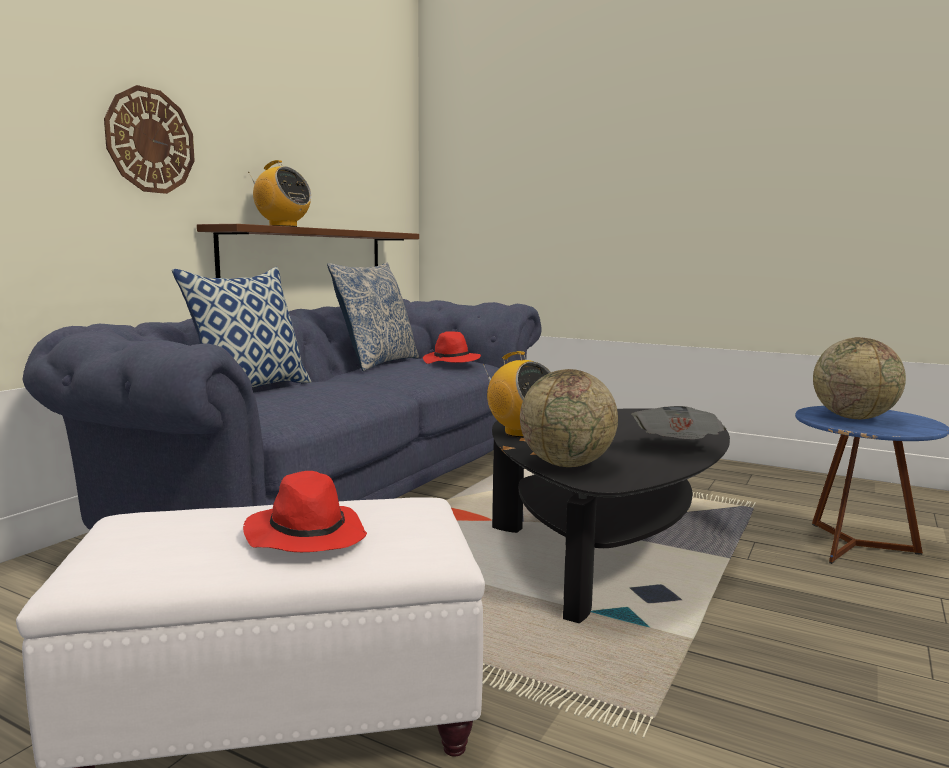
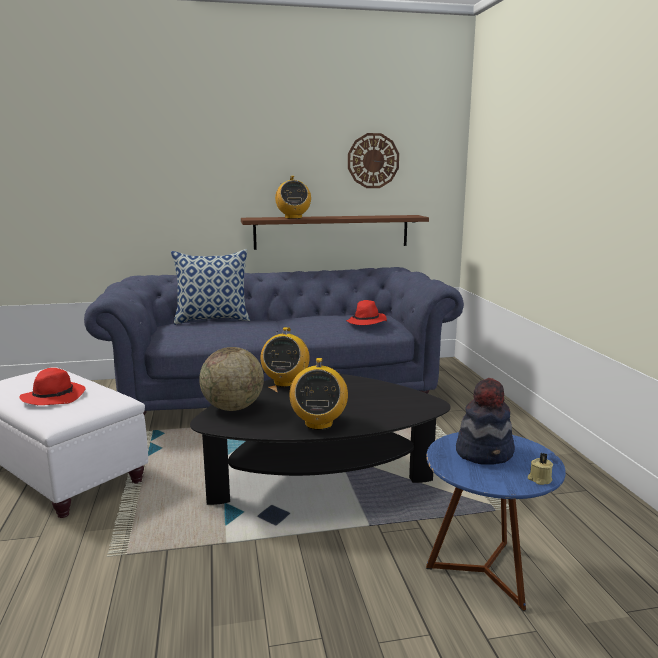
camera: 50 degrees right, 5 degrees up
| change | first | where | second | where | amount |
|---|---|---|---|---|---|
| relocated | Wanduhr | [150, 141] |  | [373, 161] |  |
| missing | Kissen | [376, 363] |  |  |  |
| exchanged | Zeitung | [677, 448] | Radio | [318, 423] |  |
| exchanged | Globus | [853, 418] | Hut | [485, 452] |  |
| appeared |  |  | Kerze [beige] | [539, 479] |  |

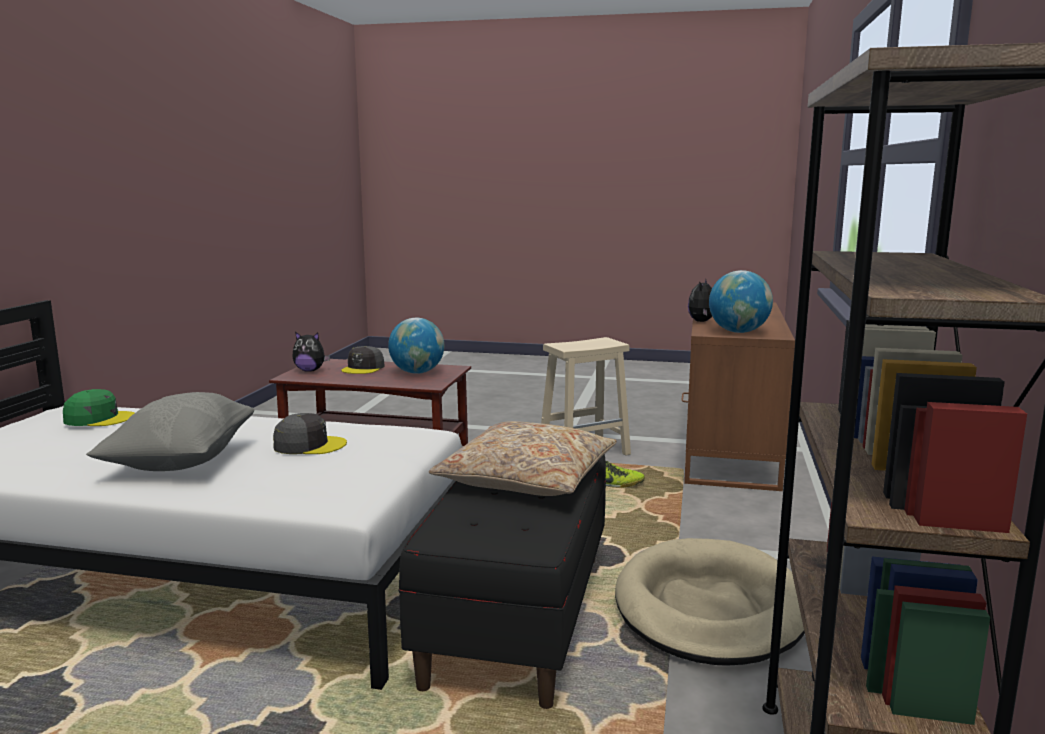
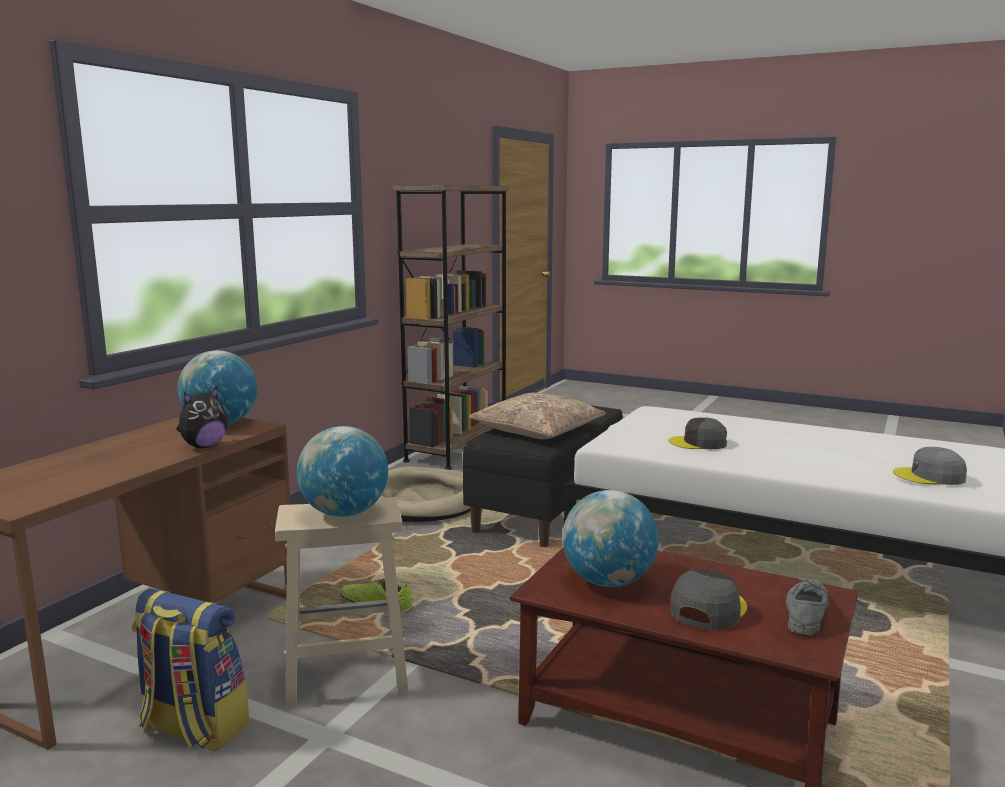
camera: 165 degrees left, 0 degrees up
| change | first | where | second | where | amount |
|---|---|---|---|---|---|
| colour | Kappe [grün] | [99, 418] | Kappe [grau] | [930, 476] |  |
| missing | Kissen [grau] | [181, 462] |  |  |  |
| exchanged | Plüschtier | [310, 370] | Schuh [grau] | [806, 612] |  |
| appeared |  |  | Rucksack | [193, 728] |  |
| appeared |  |  | Globus | [344, 513] |  |

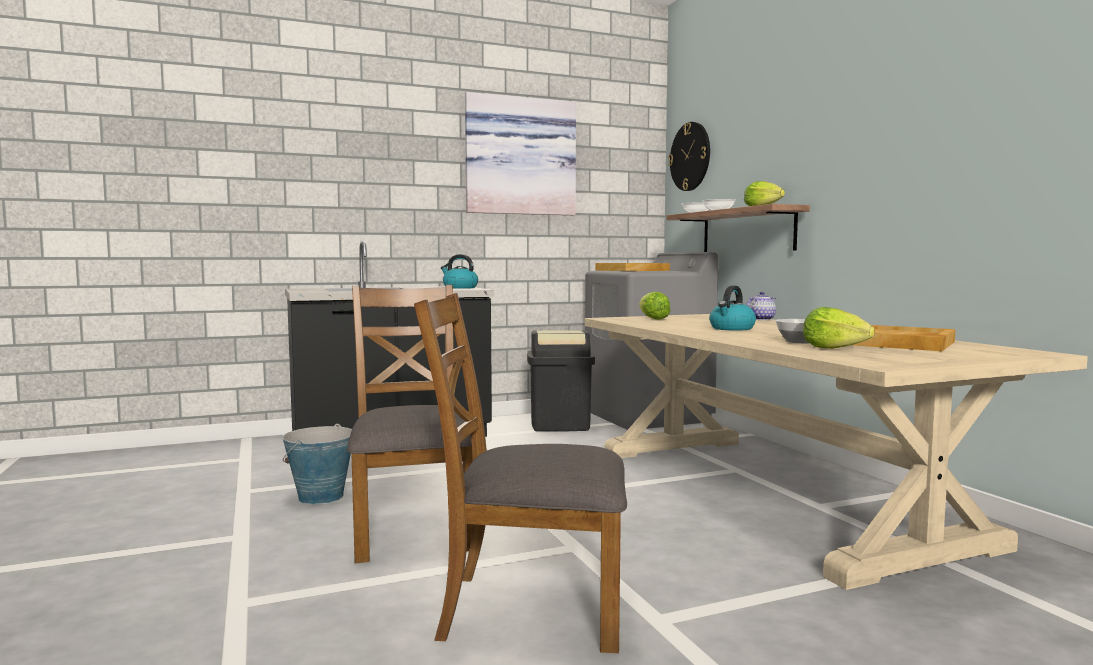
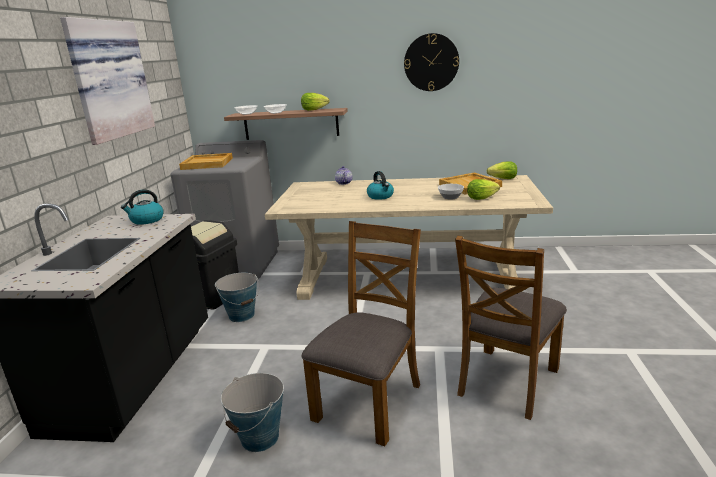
camera: 60 degrees left, 15 degrees up
| change | first | where | second | where | amount |
|---|---|---|---|---|---|
| spun | Stuhl [braun] | [412, 529] |  | [369, 401] | 105 degrees clockwise |
| relocated | Salatkopf | [653, 319] |  | [503, 179] |  |
| relocated | Wanduhr | [690, 156] |  | [431, 62] |  |
| appeared |  |  | Eimer | [242, 315] |  |

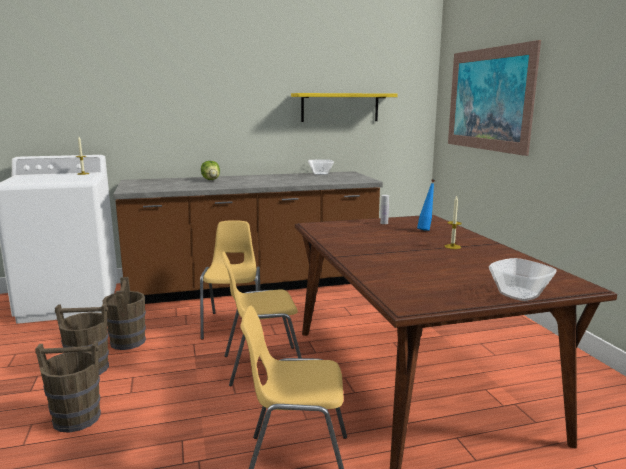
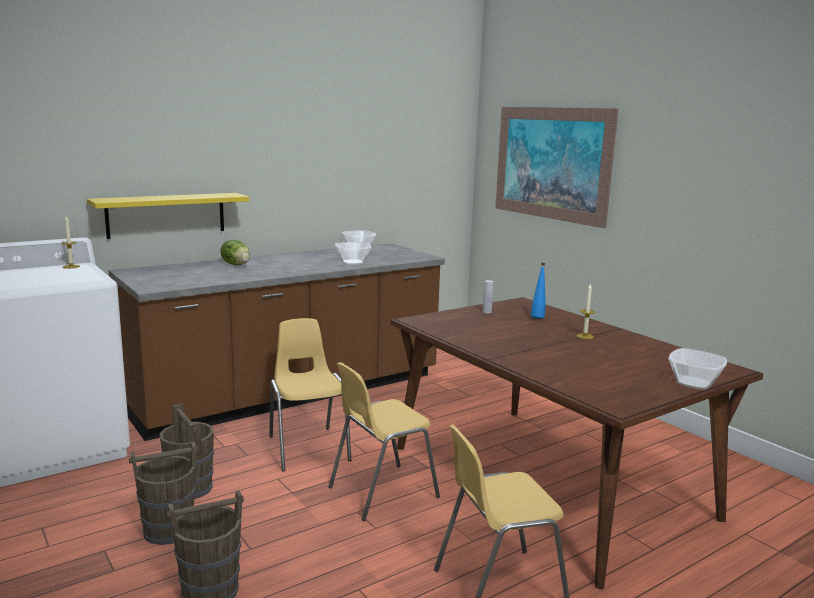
camera: 20 degrees left, 0 degrees up
| change | first | where | second | where | amount |
|---|---|---|---|---|---|
| relocated | Wandregal [gelb] | [340, 107] |  | [166, 215] |  |
| appeared |  |  | Schüssel | [352, 262] |  |

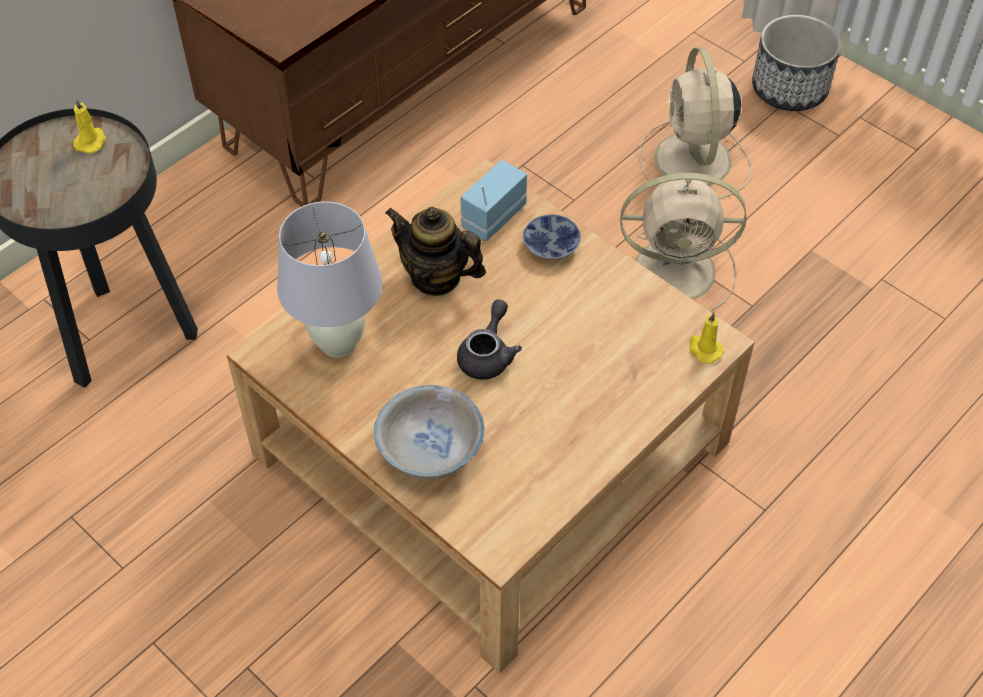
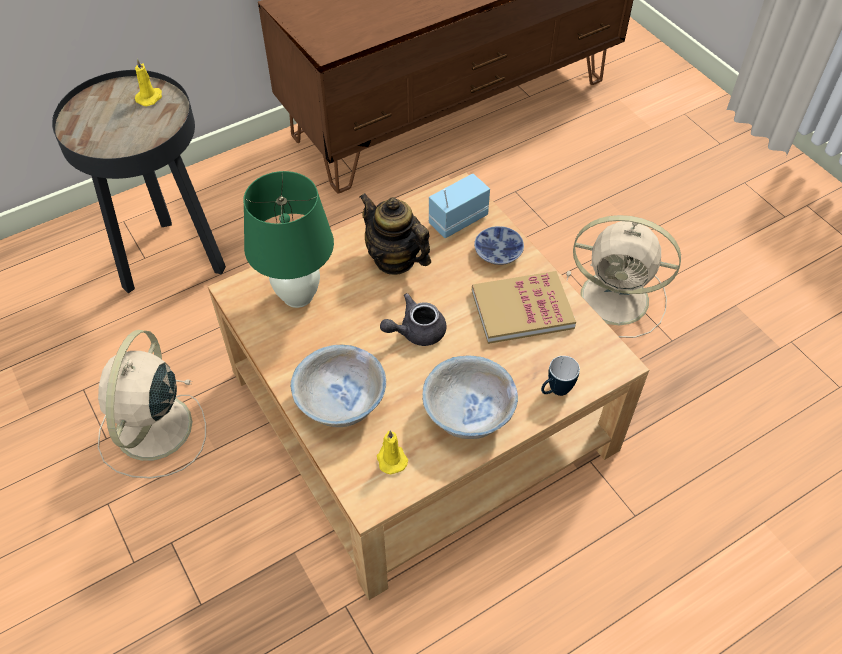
camera: 15 degrees right, 0 degrees up
| change | first | where | second | where | amount |
|---|---|---|---|---|---|
| colour | Tischlampe [weiß] | [338, 343] | Tischlampe [grün] | [297, 296] |  |
| spun | Teekanne [grau] | [488, 355] |  | [416, 331] | 150 degrees counterclockwise |
| relocated | Ventilator [beige] | [693, 162] |  | [153, 430] |  |
| relocated | Kerze [gelb] | [704, 349] |  | [391, 458] |  |
| missing | Pflanzkübel | [790, 89] |  |  |  |
| appeared |  |  | Schüssel [weiß] | [468, 414] |  |
| appeared |  |  | Buch | [522, 309] |  |
| appeared |  |  | Henkelbecher | [555, 391] |  |

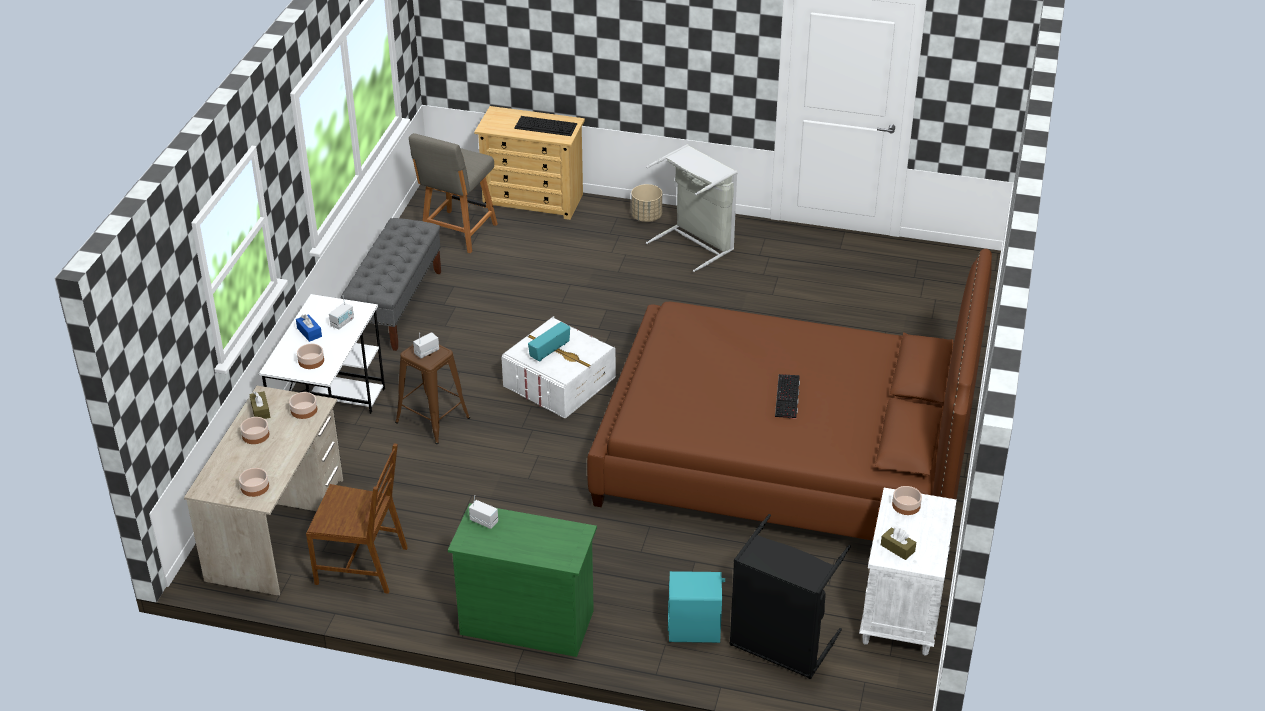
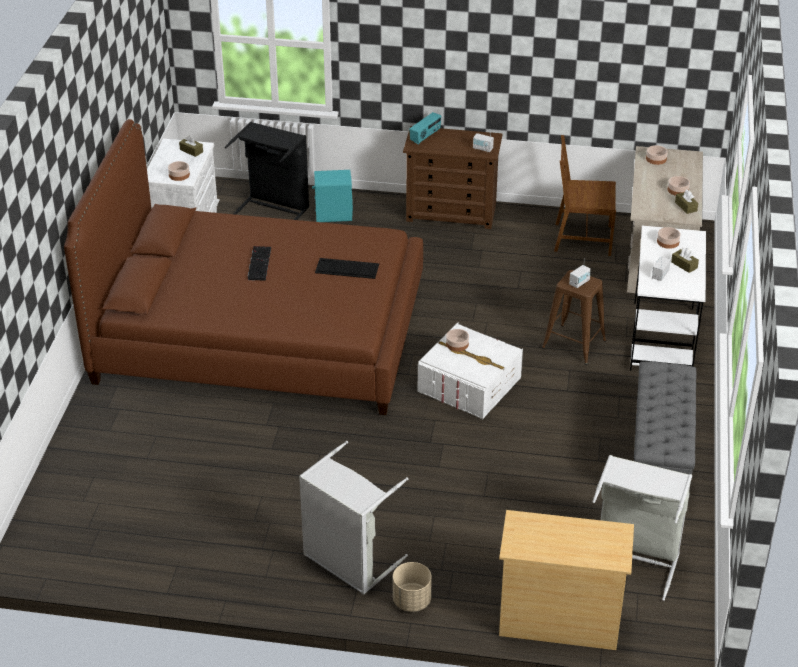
camera: 175 degrees right, 0 degrees up
| change | first | where | second | where | amount |
|---|---|---|---|---|---|
| relocated | Schüssel | [303, 410] |  | [457, 344] |  |
| colour | Taschentuchbox [blau] | [309, 332] | Taschentuchbox [braun] | [684, 265] |  |
| exchanged | Stuhl [grau] | [457, 233] | Wäschekorb [grau] | [634, 559] |  |
| colour | Kommode [grün] | [526, 622] | Kommode [braun] | [452, 212] |  |
| relocated | Tastatur | [546, 126] |  | [346, 268] |  |
| relocated | Radio | [549, 351] |  | [425, 136] |  |

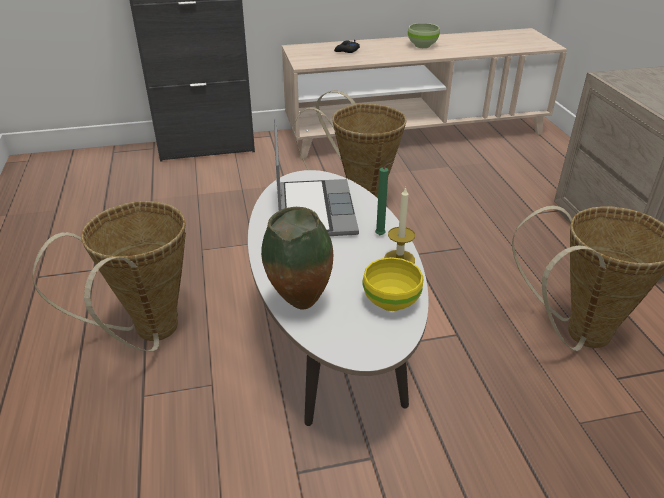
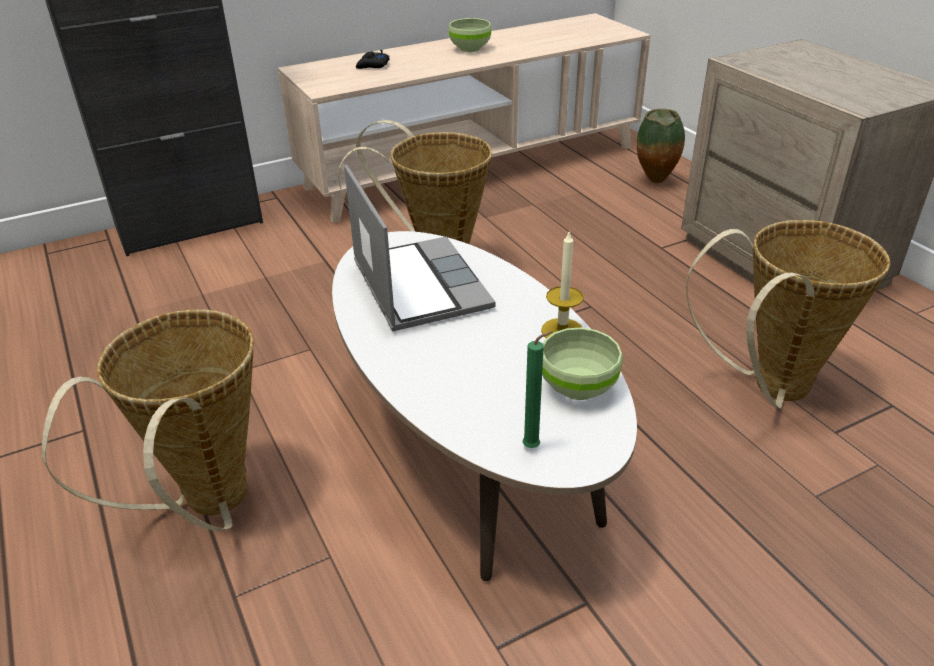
camera: 15 degrees left, 0 degrees up
| change | first | where | second | where | amount |
|---|---|---|---|---|---|
| relocated | Vase | [300, 306] |  | [655, 182] |  |
| colour | Schüssel [gelb] | [392, 302] | Schüssel [grün] | [579, 387] |  |
| relocated | Kerze [grün] | [381, 235] |  | [534, 447] |  |

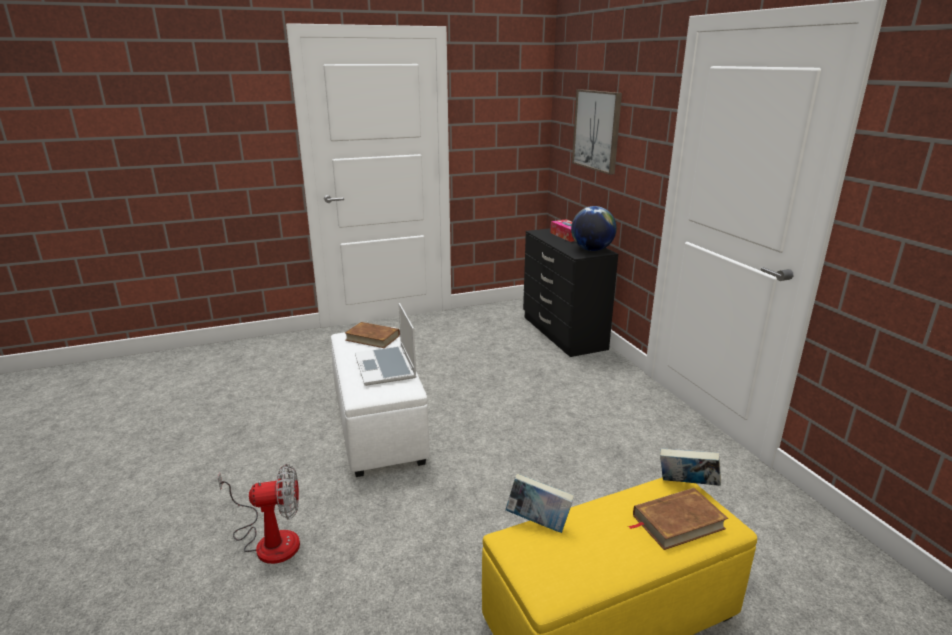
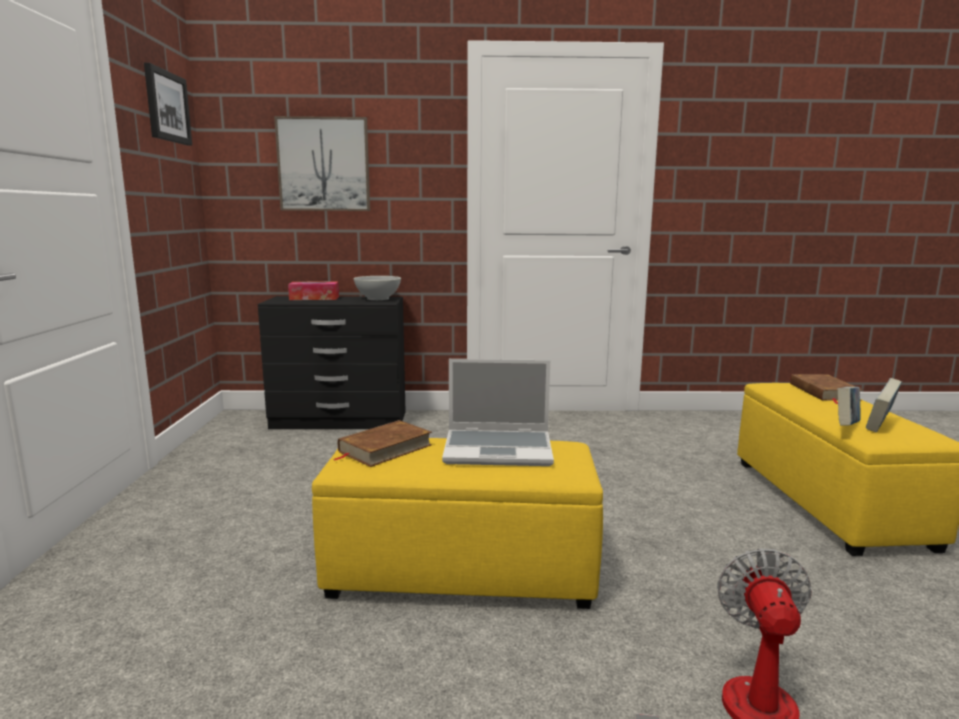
camera: 70 degrees left, 10 degrees down
| change | first | where | second | where | amount |
|---|---|---|---|---|---|
| colour | Polsterhocker [weiß] | [379, 427] | Polsterhocker [gelb] | [463, 572] |  |
| exchanged | Globus | [592, 250] | Schüssel [weiß] | [378, 299] |  |
| relocated | Buch | [687, 485] |  | [880, 426] |  |
| appeared |  |  | Bild | [166, 106] |  |

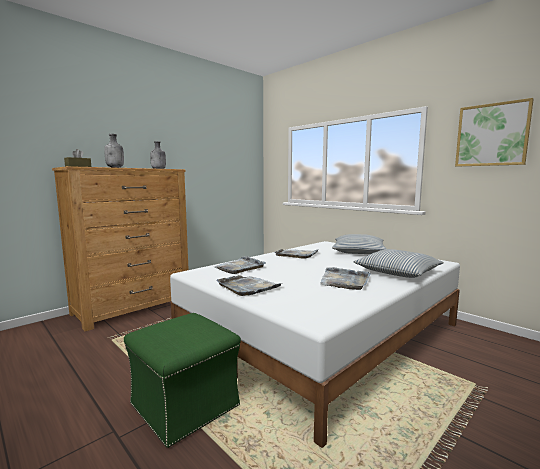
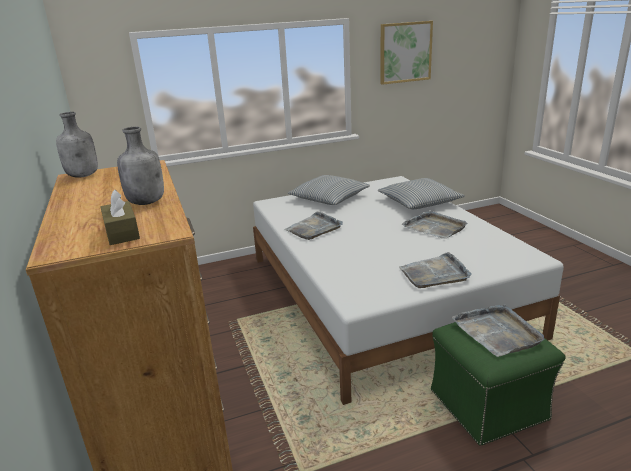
camera: 65 degrees left, 15 degrees up
| change | first | where | second | where | amount |
|---|---|---|---|---|---|
| relocated | Tablett [grau] | [240, 267] |  | [497, 332] |  |

